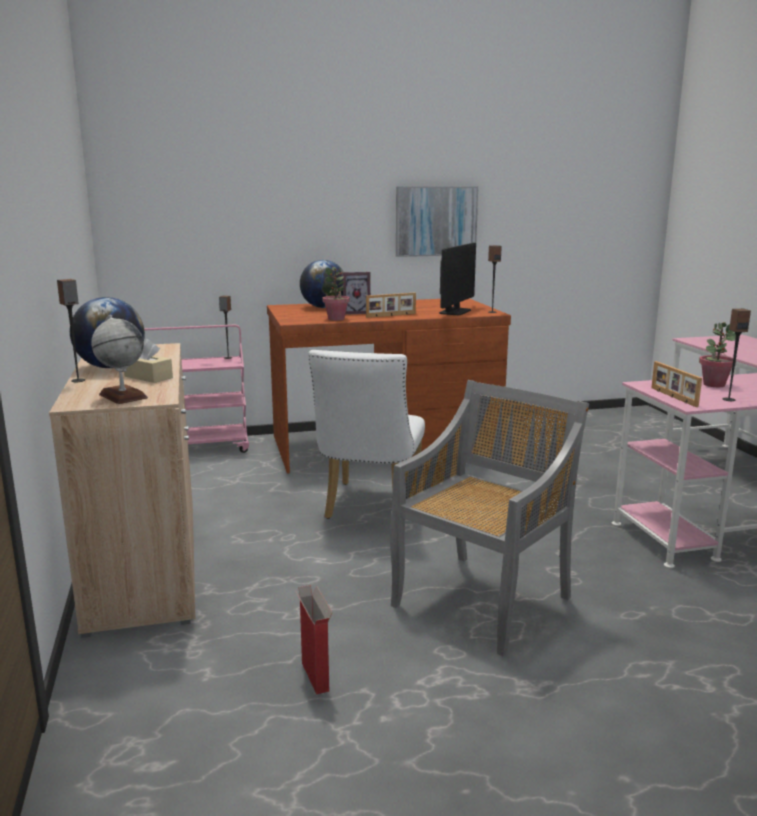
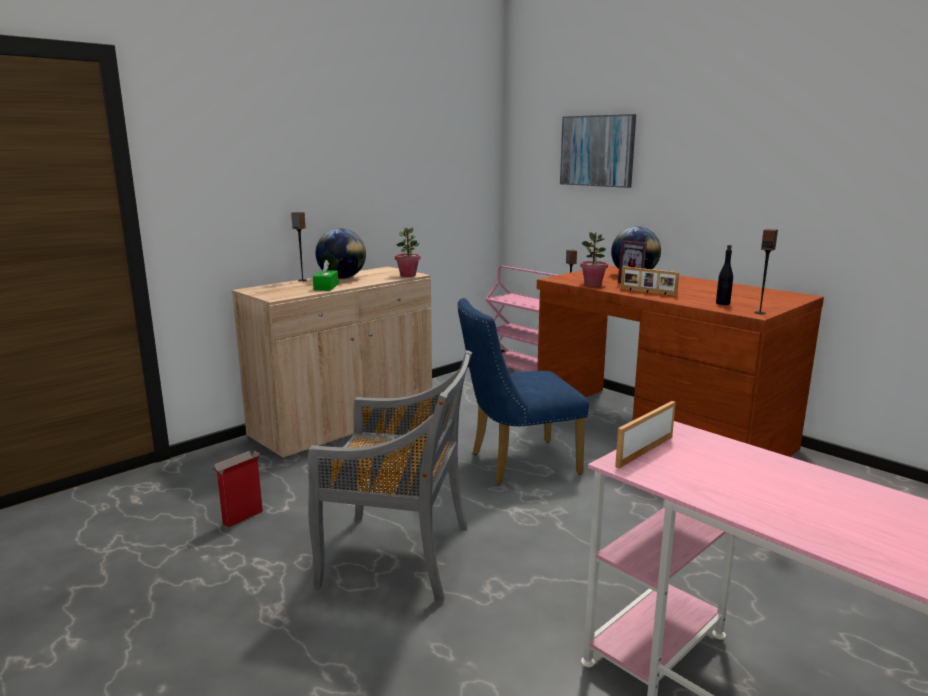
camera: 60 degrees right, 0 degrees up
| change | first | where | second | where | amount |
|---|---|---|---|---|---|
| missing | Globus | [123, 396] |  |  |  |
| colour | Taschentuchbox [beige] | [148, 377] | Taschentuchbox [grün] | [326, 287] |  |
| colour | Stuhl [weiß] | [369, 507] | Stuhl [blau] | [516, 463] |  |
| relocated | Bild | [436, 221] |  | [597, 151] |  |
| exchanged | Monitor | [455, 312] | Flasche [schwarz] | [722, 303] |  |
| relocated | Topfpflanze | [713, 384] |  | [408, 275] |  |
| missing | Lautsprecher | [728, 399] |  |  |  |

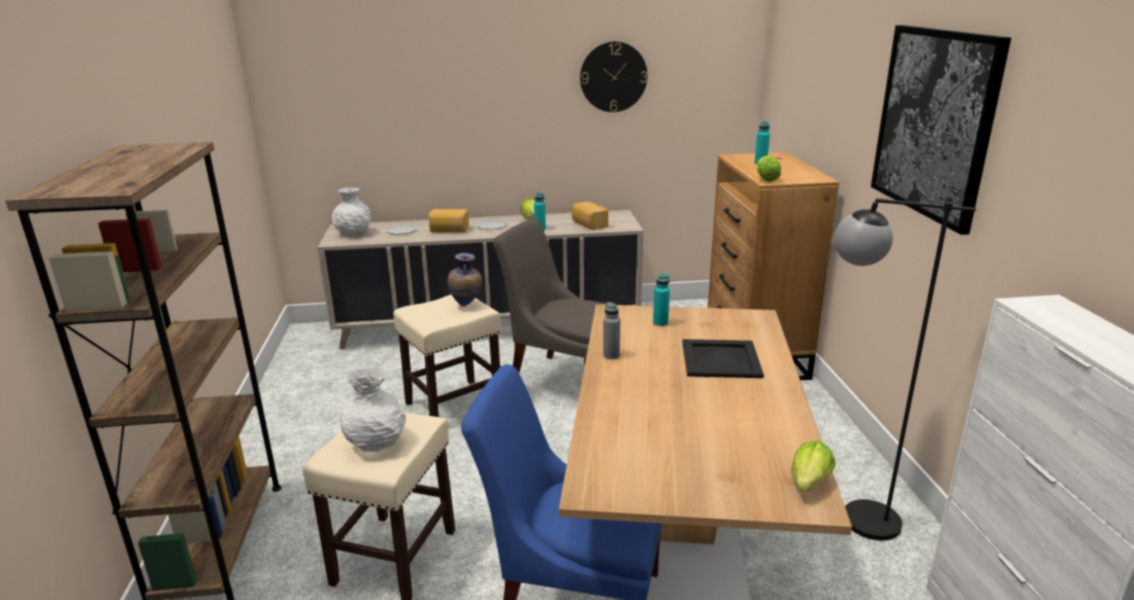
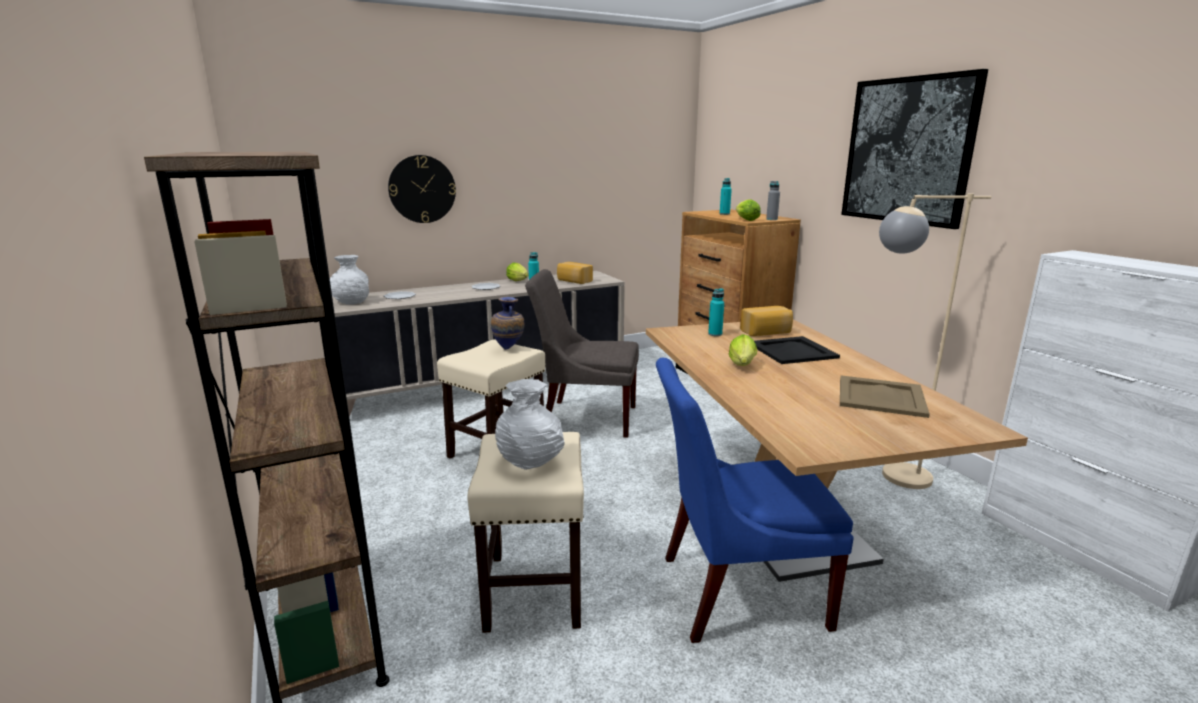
camera: 20 degrees left, 5 degrees down
| change | first | where | second | where | amount |
|---|---|---|---|---|---|
| relocated | Brot | [449, 230] |  | [766, 332] |  |
| relocated | Wanduhr | [613, 77] |  | [422, 189] |  |
| relocated | Flasche [grau] | [611, 355] |  | [771, 219] |  |
| relocated | Salatkopf | [808, 485] |  | [742, 366] |  |
| colour | Stehlampe [schwarz] | [850, 516] | Stehlampe [beige] | [889, 476] |  |
| appeared |  |  | Tablett [beige] | [880, 396] |  |

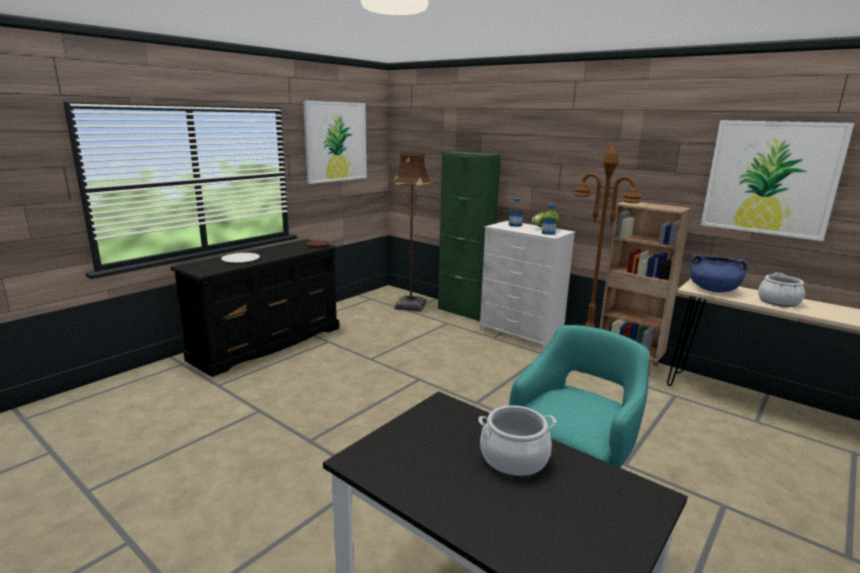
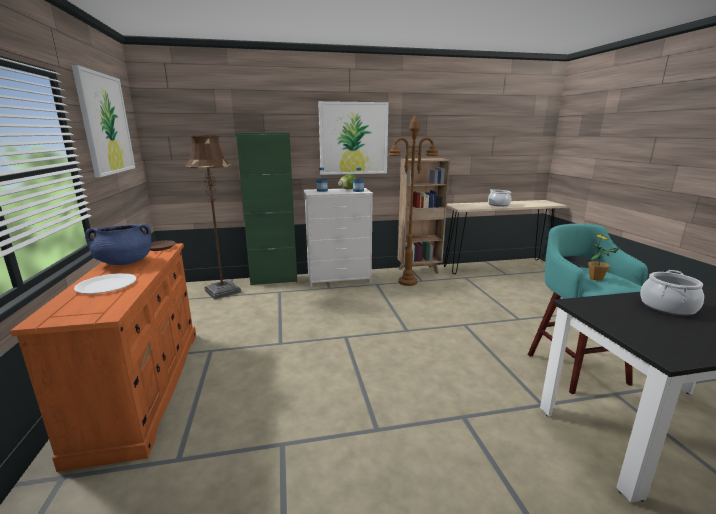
camera: 50 degrees left, 0 degrees up
| change | first | where | second | where | amount |
|---|---|---|---|---|---|
| colour | Kommode [schwarz] | [268, 343] | Kommode [orange] | [143, 386] |  |
| relocated | Kochtopf [blau] | [713, 290] |  | [124, 262] |  |
| relocated | Bild | [770, 178] |  | [353, 138] |  |
| appeared |  |  | Topfpflanze | [596, 278] |  |

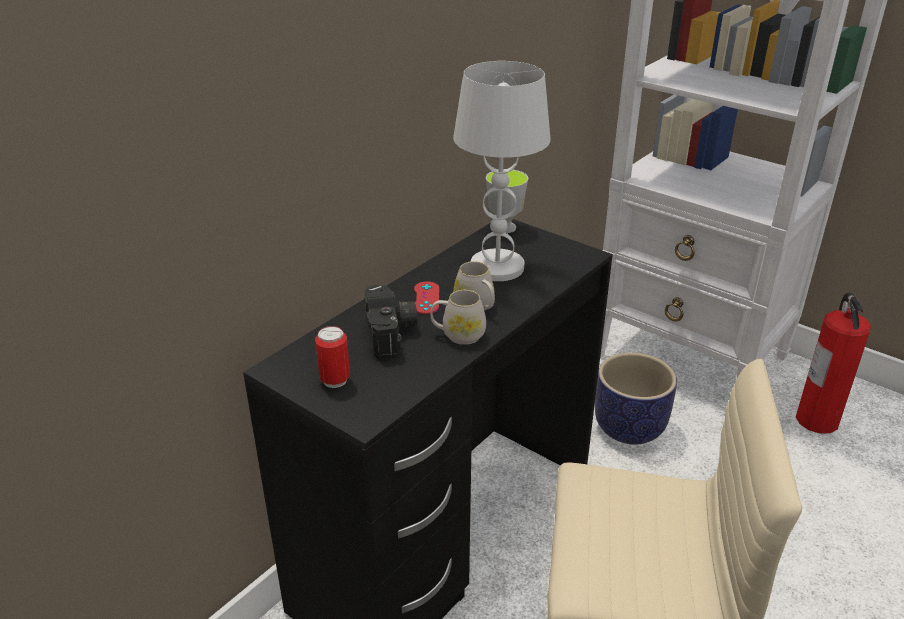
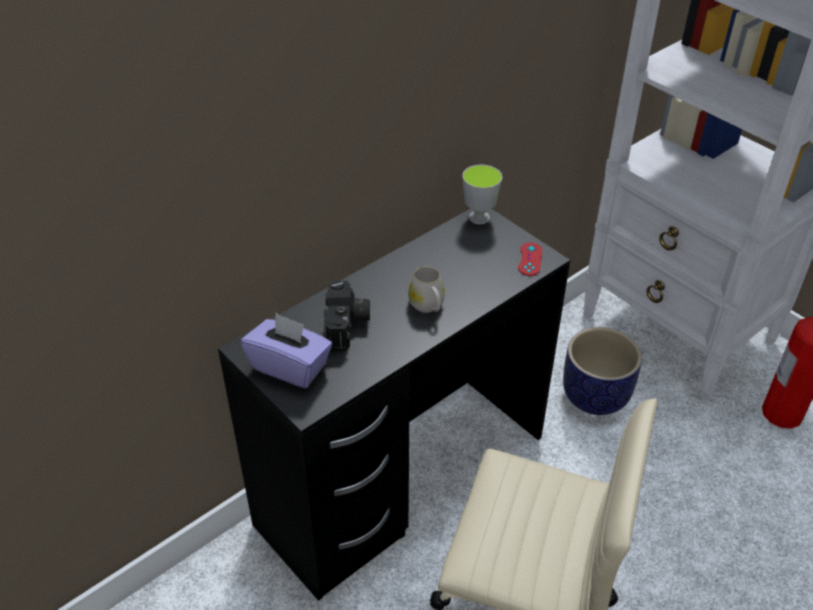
camera: 10 degrees right, 10 degrees up
| change | first | where | second | where | amount |
|---|---|---|---|---|---|
| exchanged | Dose | [335, 380] | Taschentuchbox [lila] | [290, 366] |  |
| relocated | Gamepad [rot] | [426, 298] |  | [530, 259] |  |
| missing | Henkelbecher [weiß] | [458, 335] |  |  |  |
| missing | Tischlampe [weiß] | [496, 267] |  |  |  |

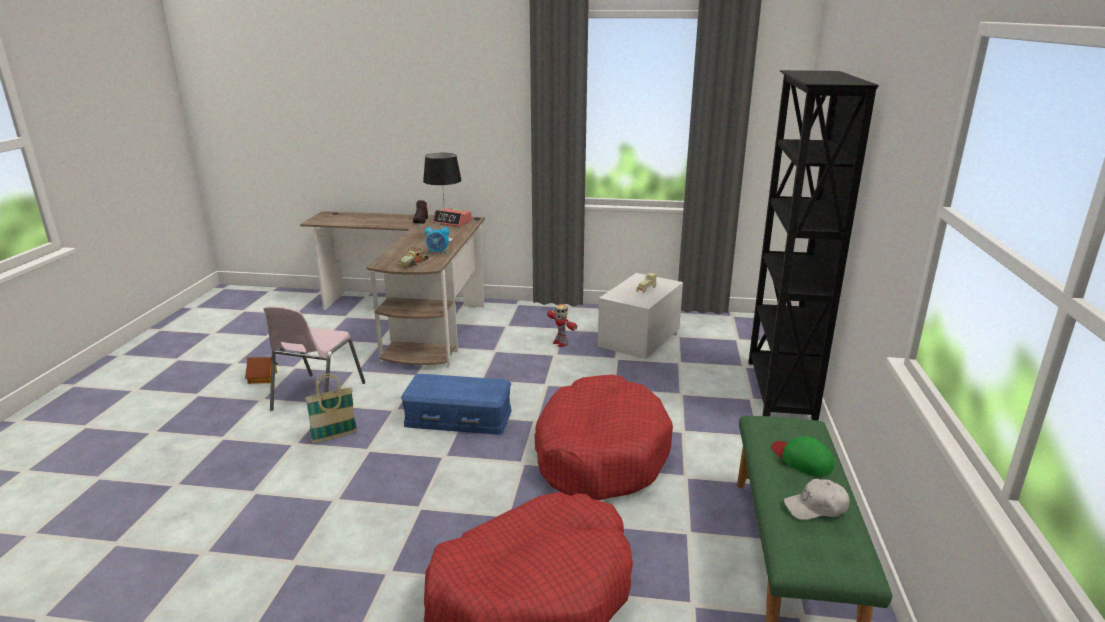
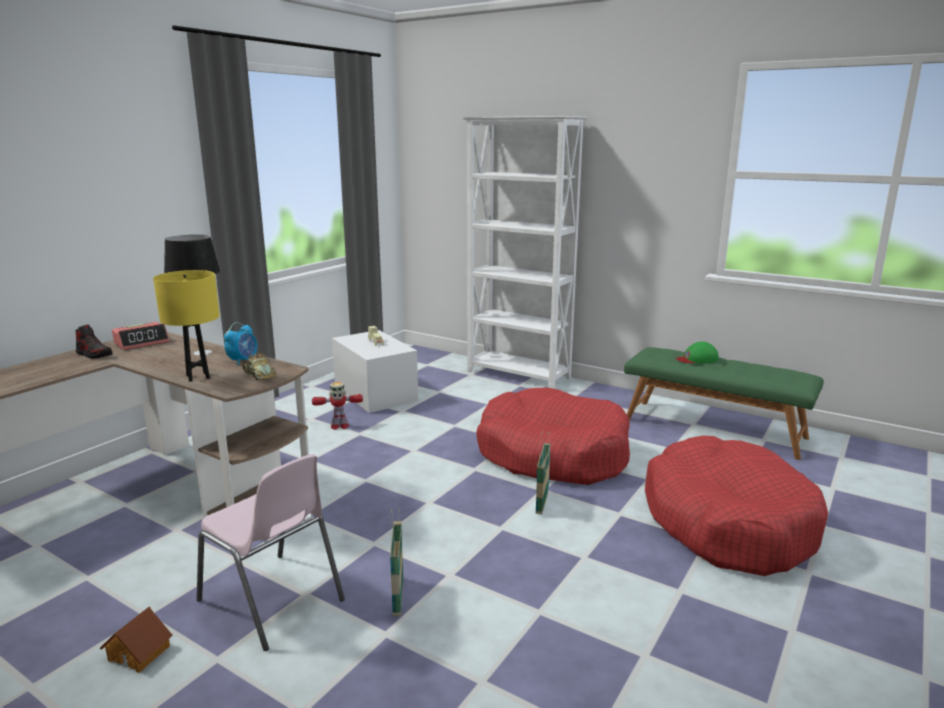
camera: 65 degrees left, 5 degrees down
| change | first | where | second | where | amount |
|---|---|---|---|---|---|
| missing | Aufbewahrungsbox [blau] | [459, 417] |  |  |  |
| colour | Bücherregal [schwarz] | [779, 392] | Bücherregal [weiß] | [518, 375] |  |
| missing | Kappe [weiß] | [816, 508] |  |  |  |
| appeared |  |  | Tischlampe [gelb] | [198, 377] |  |
| appeared |  |  | Korb | [542, 503] |  |

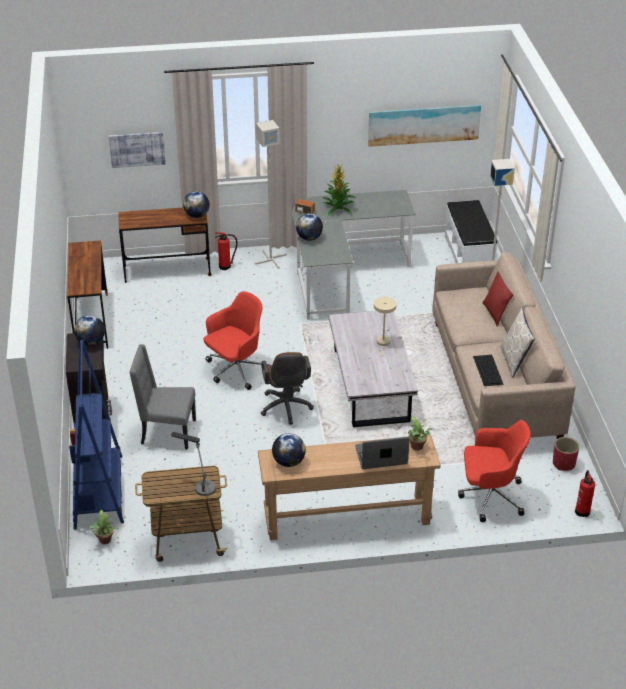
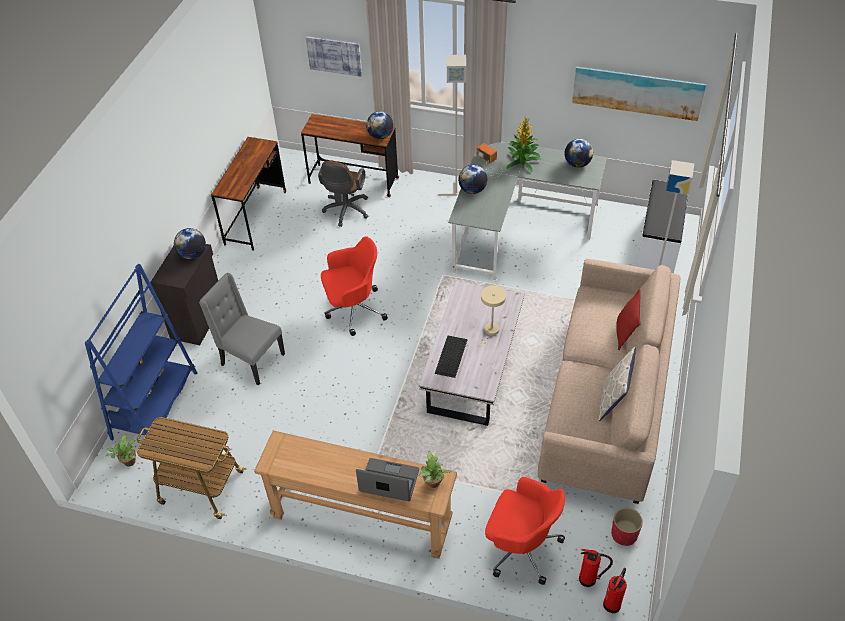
camera: 25 degrees right, 10 degrees up
| change | first | where | second | where | amount |
|---|---|---|---|---|---|
| missing | Tischlampe | [200, 486] |  |  |  |
| relocated | Feuerlöscher | [226, 266] |  | [589, 579] |  |
| relocated | Bürostuhl [braun] | [286, 408] |  | [346, 212] |  |
| relocated | Globus | [289, 462] |  | [577, 164] |  |
| relocated | Tastatur | [488, 370] |  | [451, 356] |  |

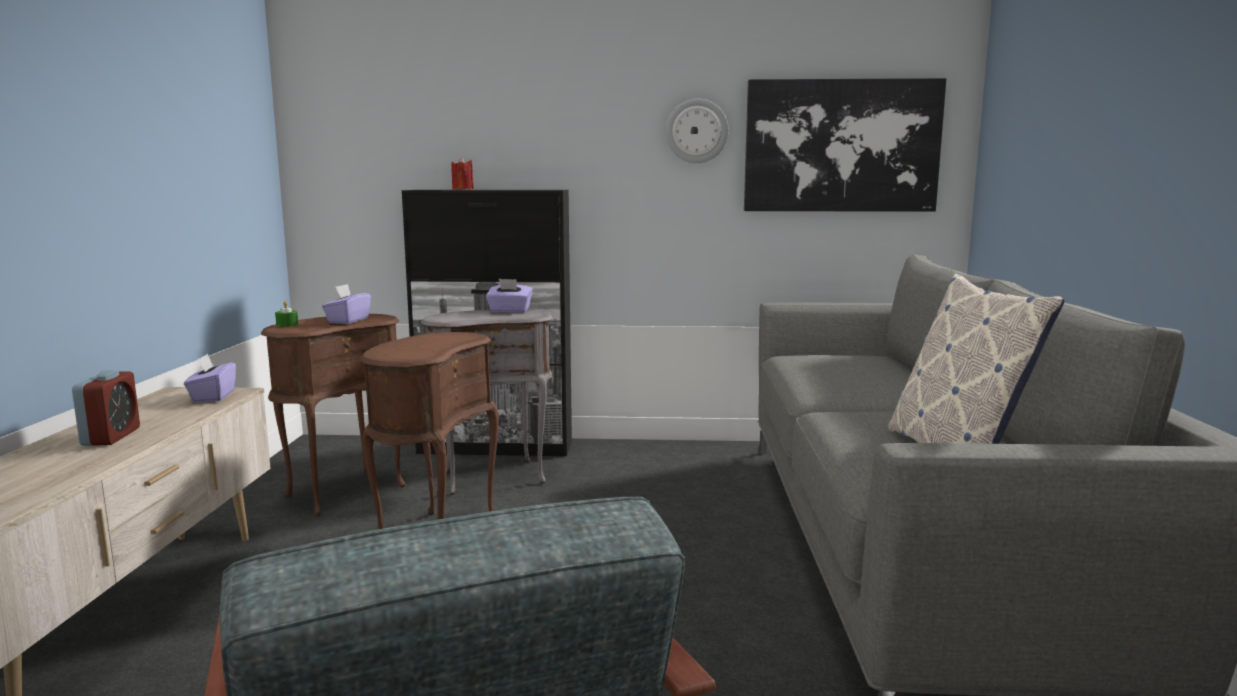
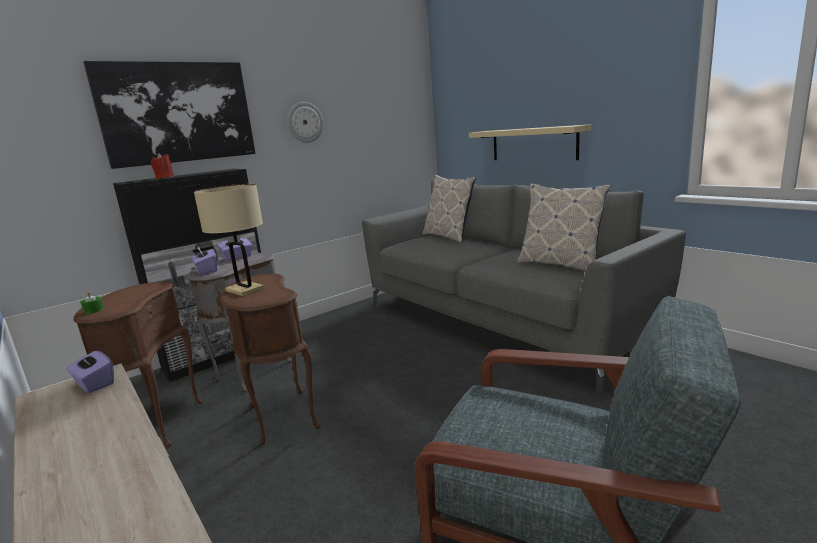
camera: 40 degrees left, 5 degrees up
| change | first | where | second | where | amount |
|---|---|---|---|---|---|
| missing | Wecker | [111, 437] |  |  |  |
| relocated | Taschentuchbox [lila] | [348, 320] |  | [206, 270] |  |
| relocated | Bild | [841, 146] |  | [178, 112] |  |
| appeared |  |  | Tischlampe [beige] | [245, 289] |  |
| appeared |  |  | Kissen | [449, 236] |  |
| appeared |  |  | Wandregal [beige] | [533, 144] |  |

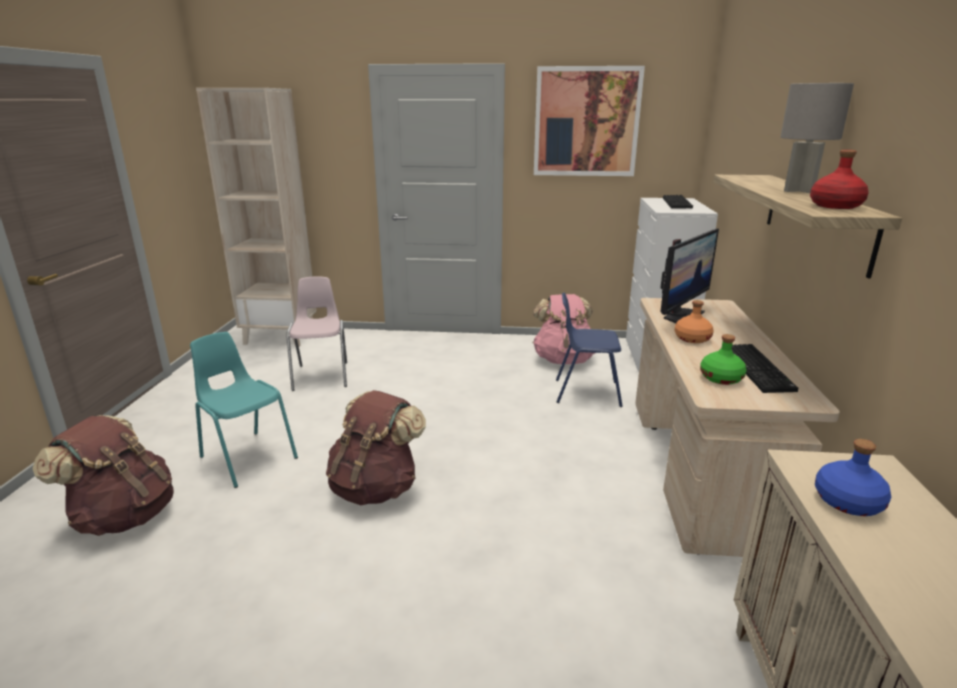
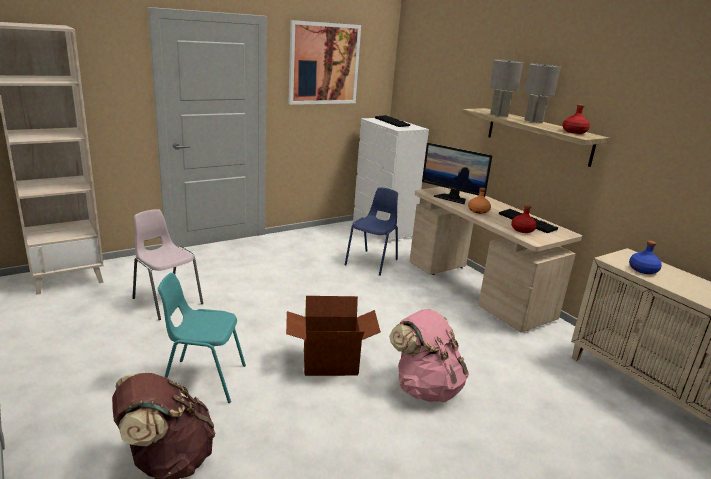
camera: 40 degrees left, 0 degrees up
| change | first | where | second | where | amount |
|---|---|---|---|---|---|
| exchanged | Rucksack [braun] | [376, 488] | Karton | [330, 363] |  |
| relocated | Rucksack [rosa] | [564, 360] |  | [425, 387] |  |
| spun | Stuhl [blau] | [586, 392] |  | [372, 262] | 150 degrees clockwise |
| spun | Monitor | [680, 316] |  | [452, 198] | 120 degrees clockwise |
| colour | Flasche [grün] | [721, 378] | Flasche [rot] | [522, 230] |  |
| appeared |  |  | Tischlampe [grau] | [498, 115] |  |

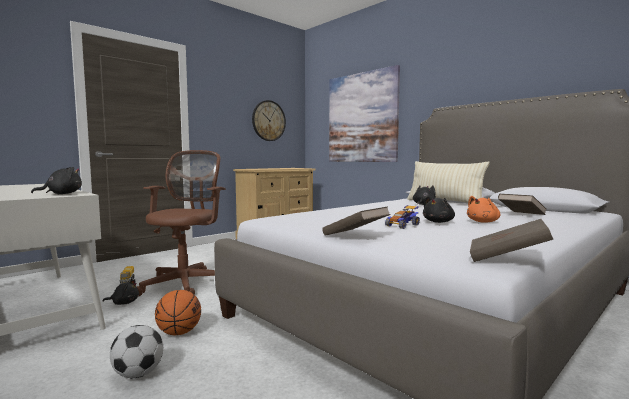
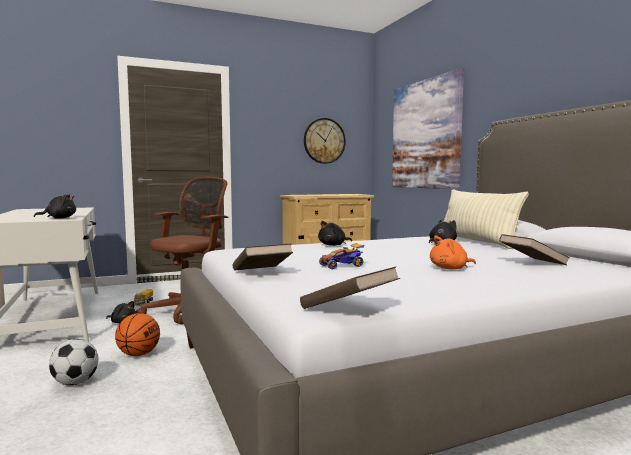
camera: 20 degrees right, 0 degrees up
| change | first | where | second | where | amount |
|---|---|---|---|---|---|
| relocated | Plüschtier [schwarz] | [439, 222] |  | [333, 245] |  |

